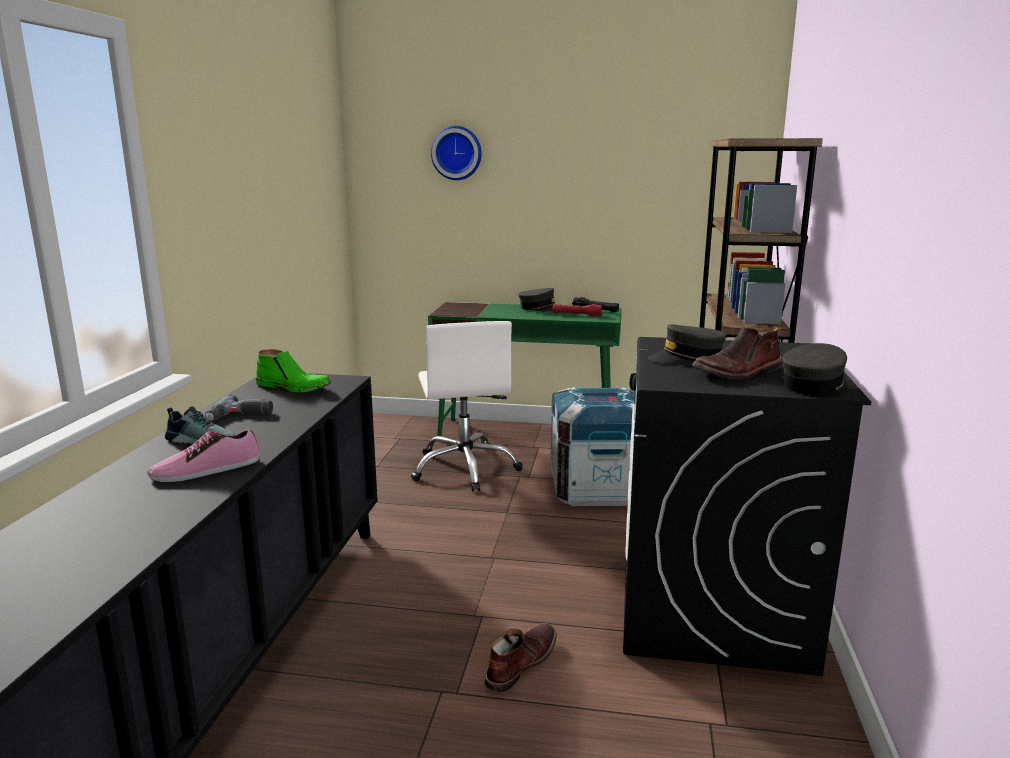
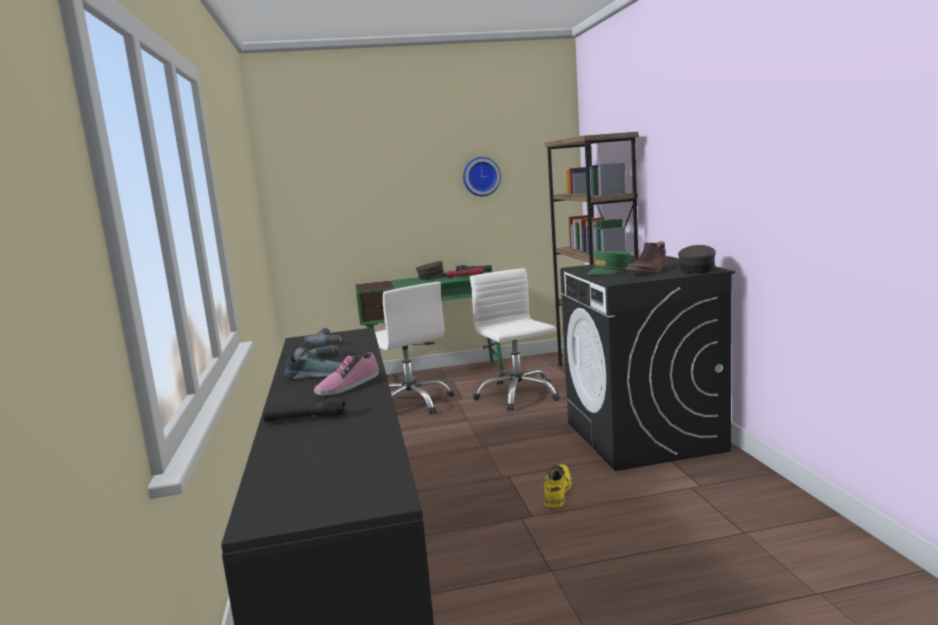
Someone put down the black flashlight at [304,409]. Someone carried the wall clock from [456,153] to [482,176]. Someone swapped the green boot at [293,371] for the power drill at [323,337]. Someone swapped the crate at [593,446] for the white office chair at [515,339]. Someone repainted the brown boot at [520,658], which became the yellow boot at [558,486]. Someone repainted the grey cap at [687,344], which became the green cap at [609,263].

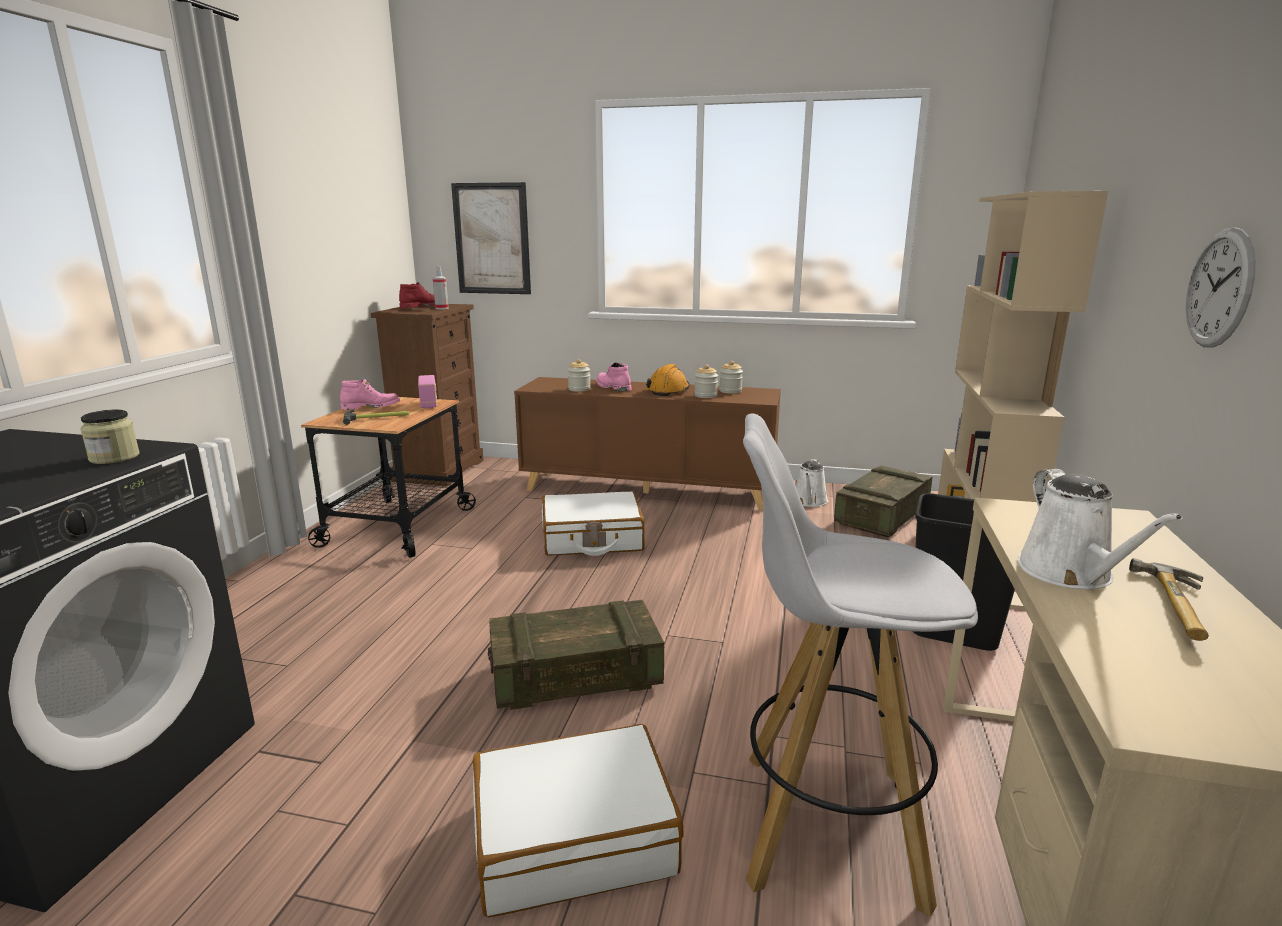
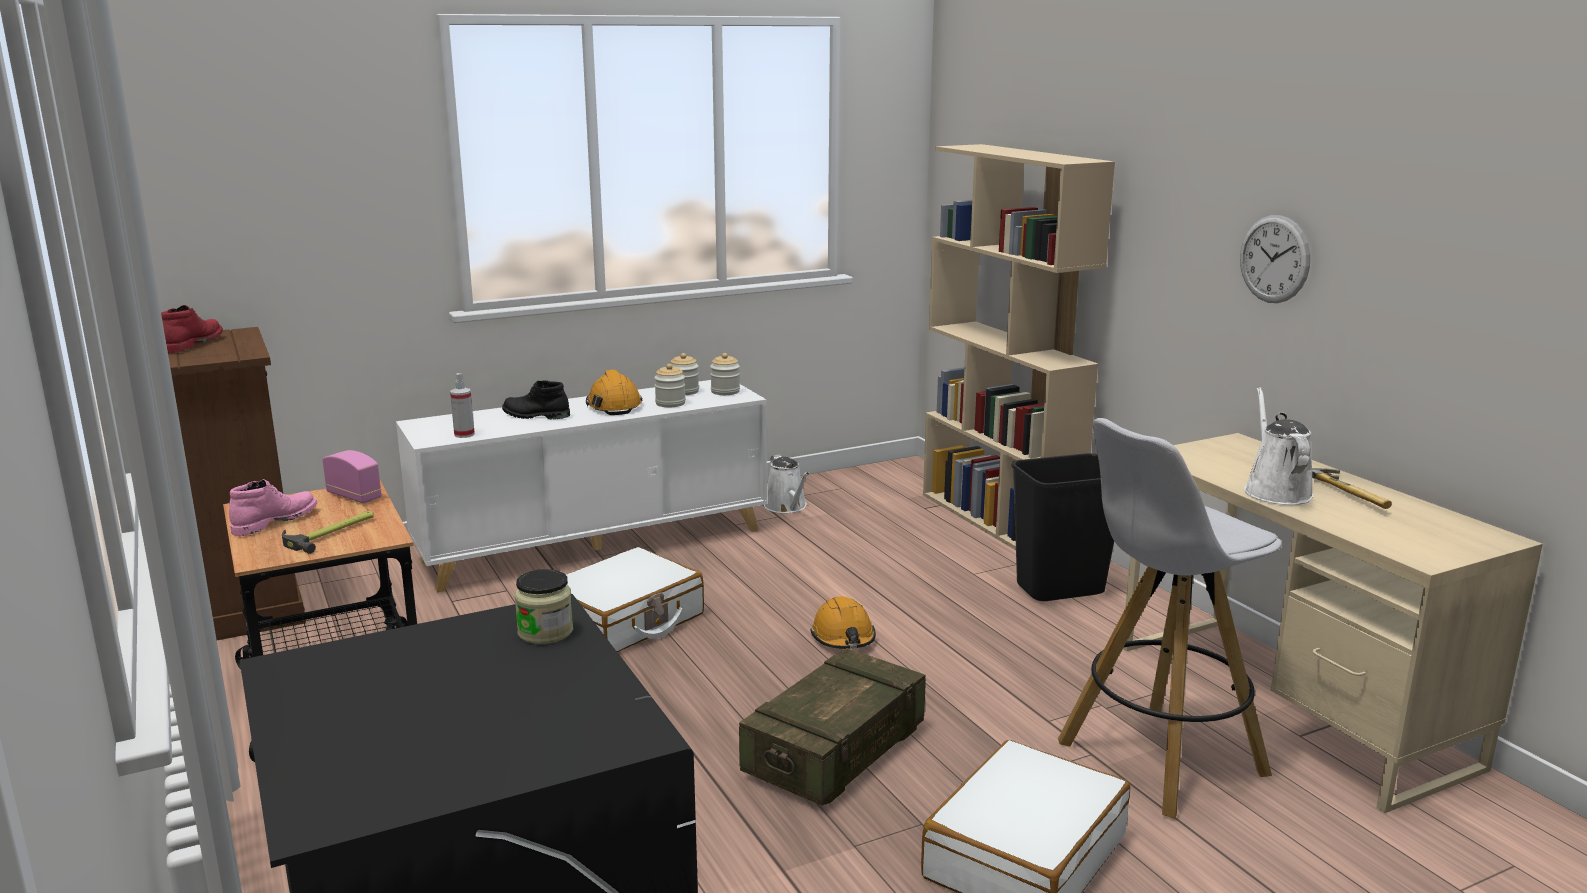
Someone took away the picture at [491,238]. Someone took away the crate at [883,501]. Someone put down the orange hard hat at [843,622]. Someone carried the spray bottle from [441,287] to [462,405]. Someone carried the jar from [579,375] to [725,374]. Someone repainted the brown cabinet at [647,444], which became the white cabinet at [581,486]. Someone repainted the pink boot at [614,376], which became the black boot at [536,399]. Someone rotated the white watering can at [1100,529] by 135 degrees counterclockwise.

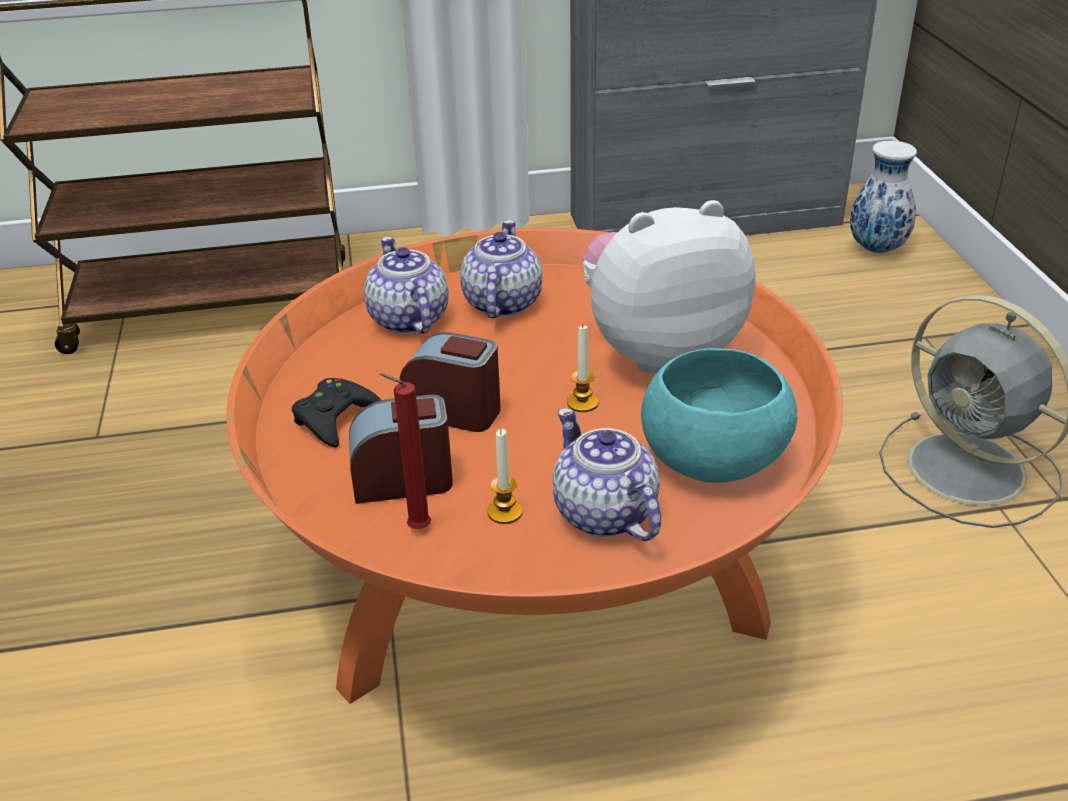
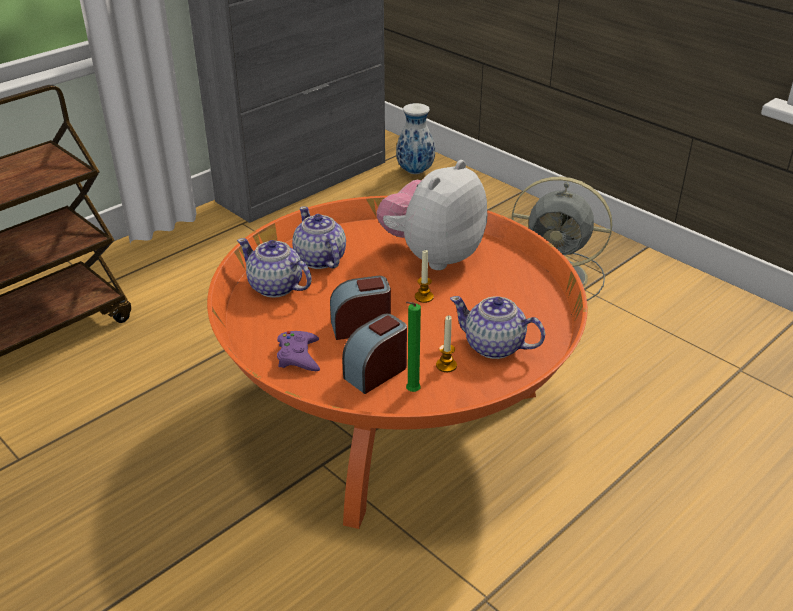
Someone took away the turquoise bowl at [719,415]. Someone repainted the black game controller at [336,412], which became the purple game controller at [298,351]. Someone repainted the red candle at [405,451], which became the green candle at [413,347].

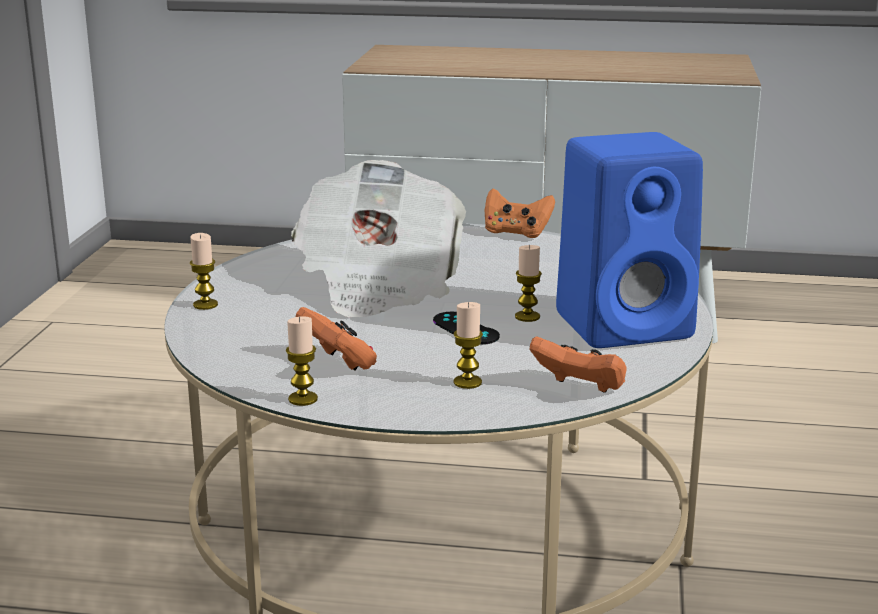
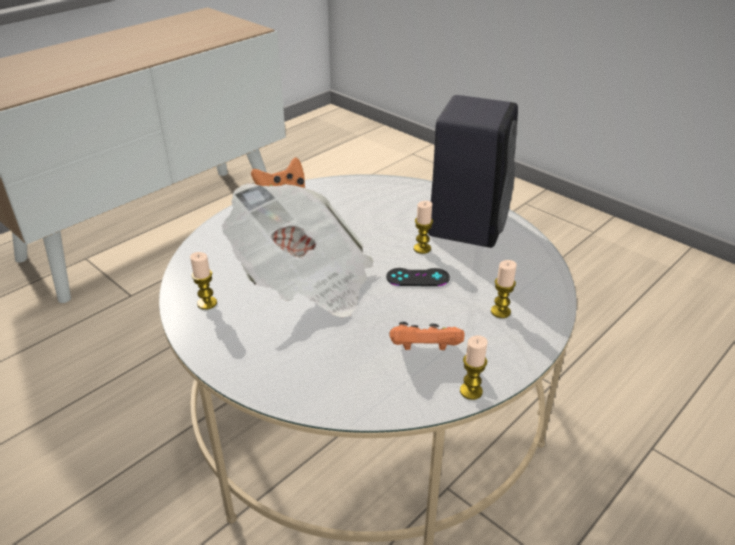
Someone took away the orange game controller at [577,364]. Someone carried the candle from [204,271] to [203,281]. Someone repainted the blue speaker at [629,240], which became the black speaker at [473,171].

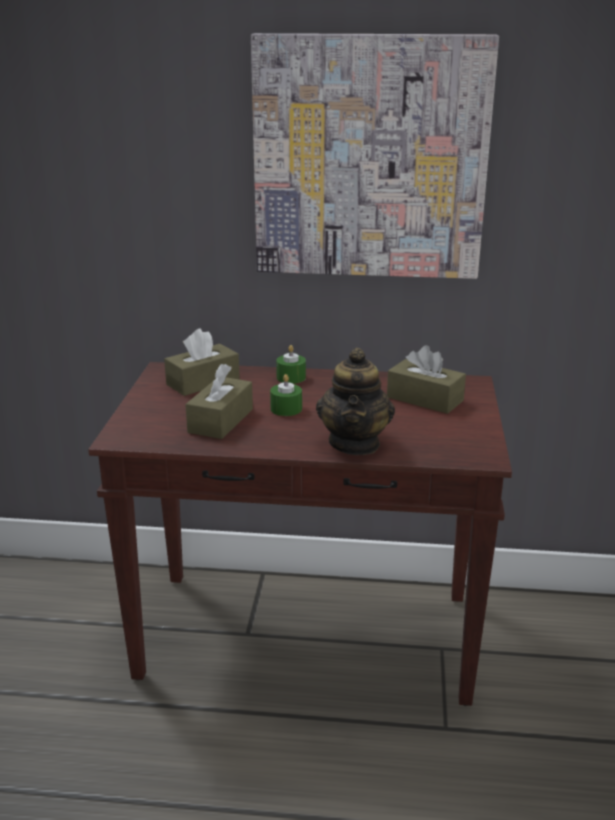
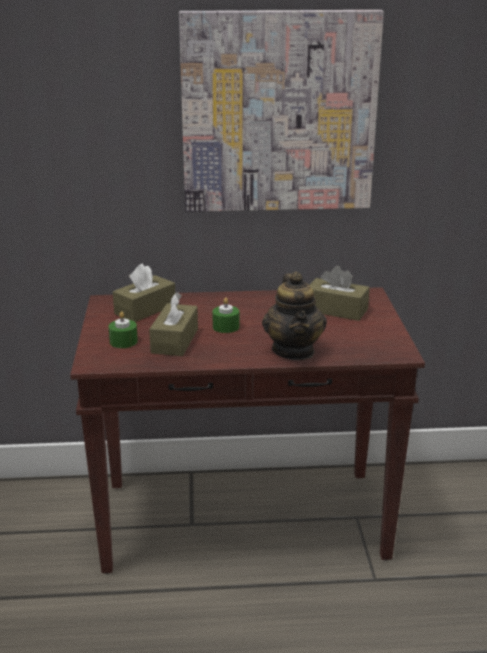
Someone carried the green candle from [291,364] to [123,329].

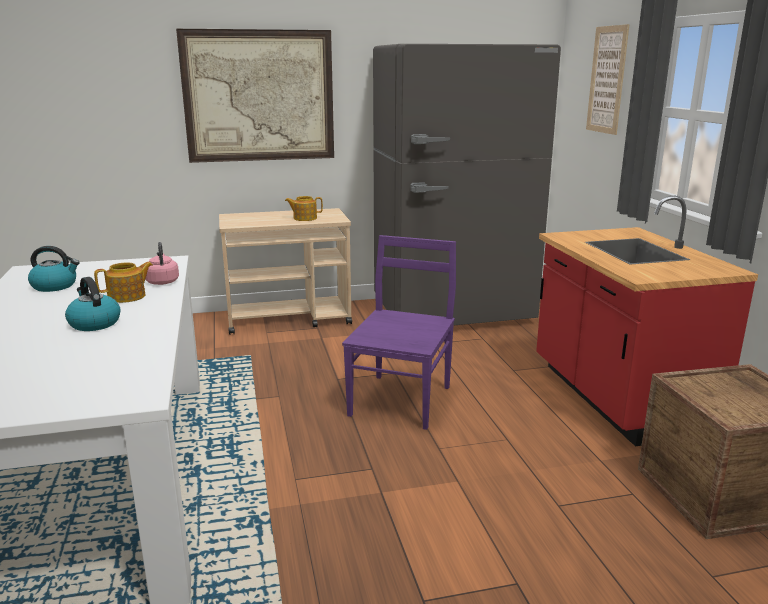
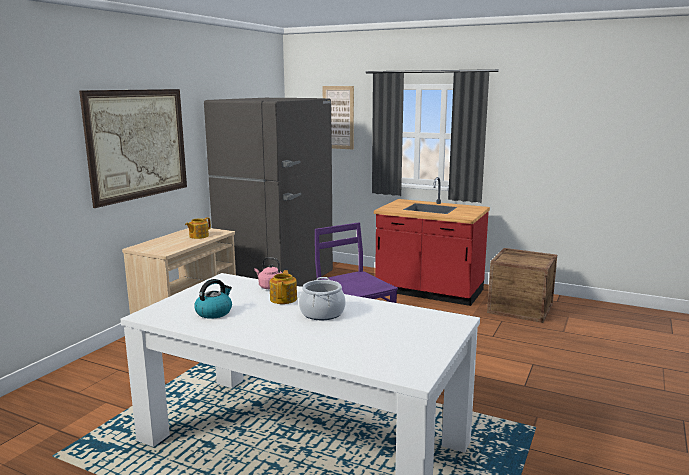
Someone swapped the kettle at [93,304] for the cooking pot at [322,298].

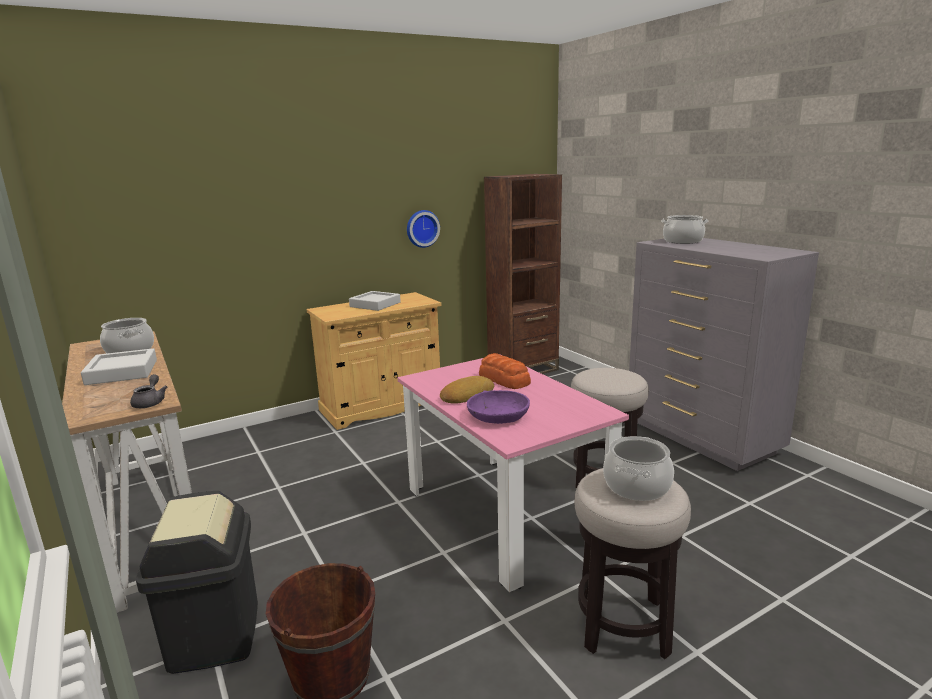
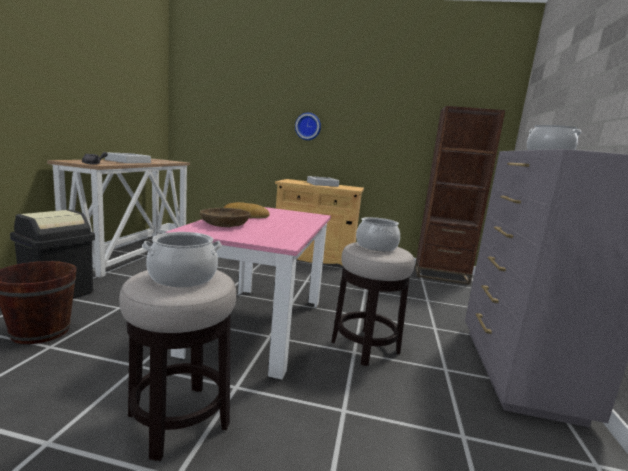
Someone took away the bread at [505,371]. Someone carried the cooking pot from [127,335] to [378,234]. Someone carried the wall clock from [423,229] to [308,126]. Someone repainted the purple bowl at [498,407], which became the brown bowl at [225,217].

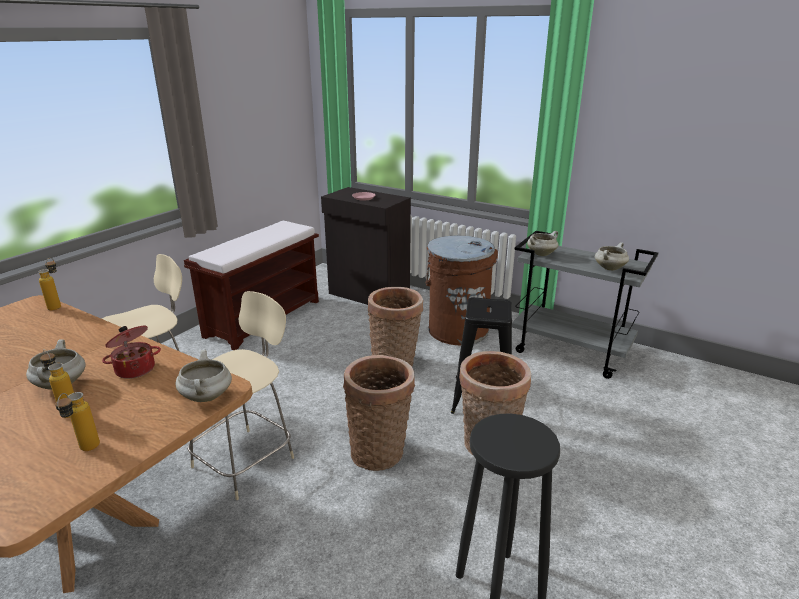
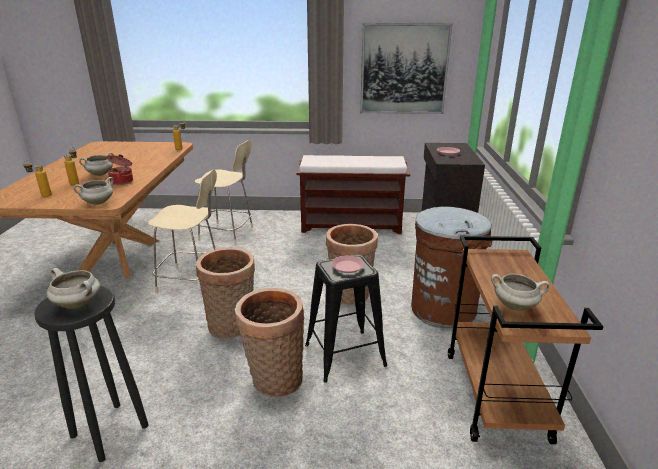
Someone put down the pink plate at [347,264]. Someone put up the picture at [406,68]. Someone carried the white cooking pot from [543,243] to [73,288]. Someone repainted the grey cart at [585,305], which became the brown cart at [526,340].

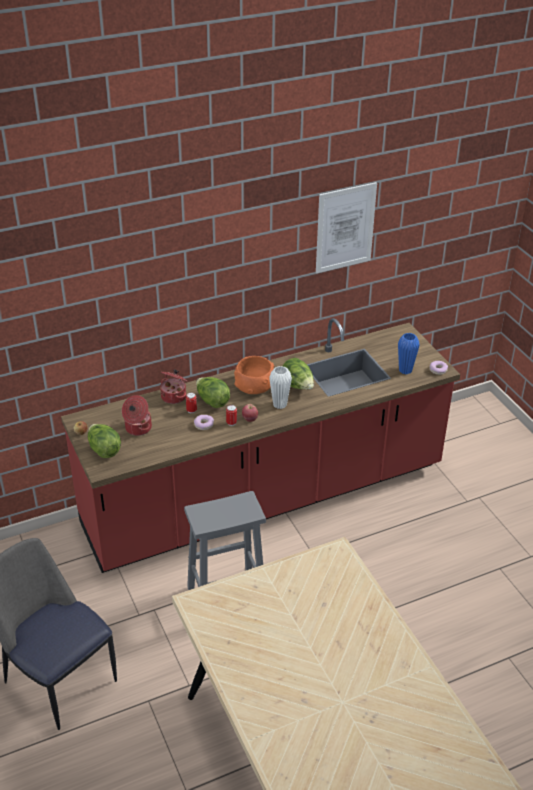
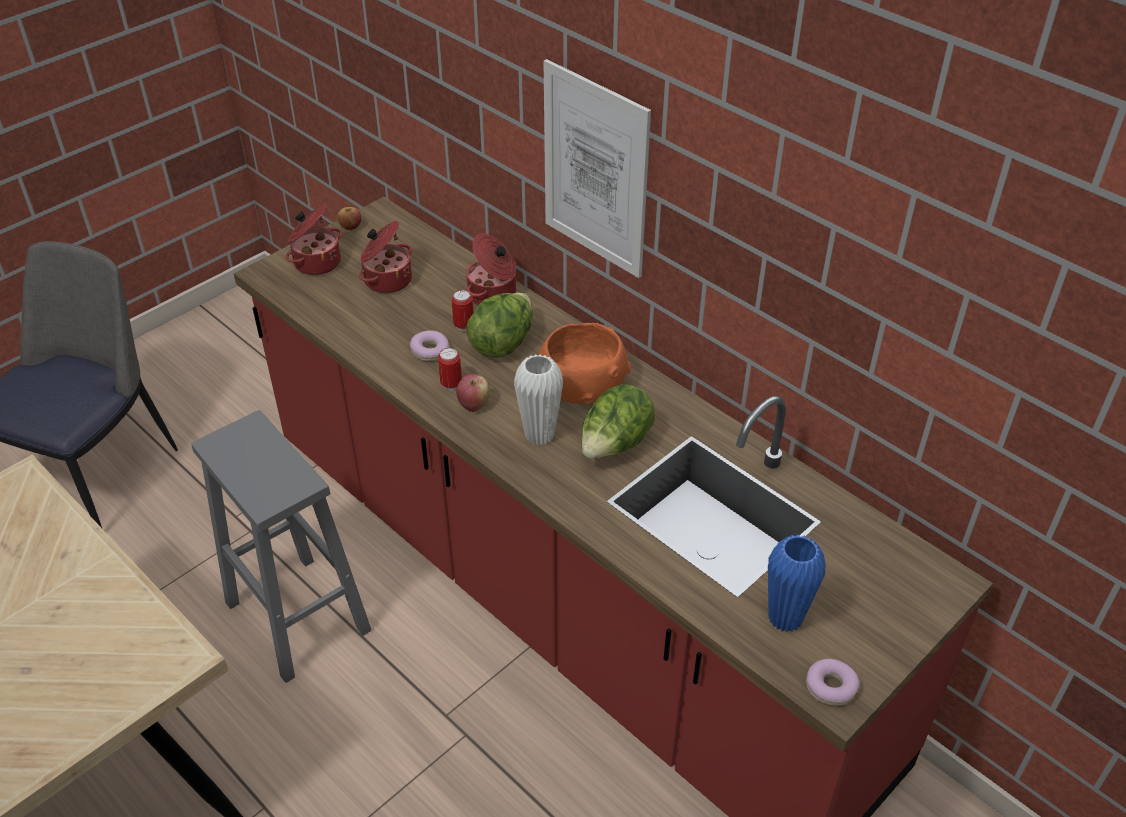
Someone carried the picture from [346,227] to [597,168]. Someone swapped the lettuce at [104,441] for the cooking pot at [314,239].

